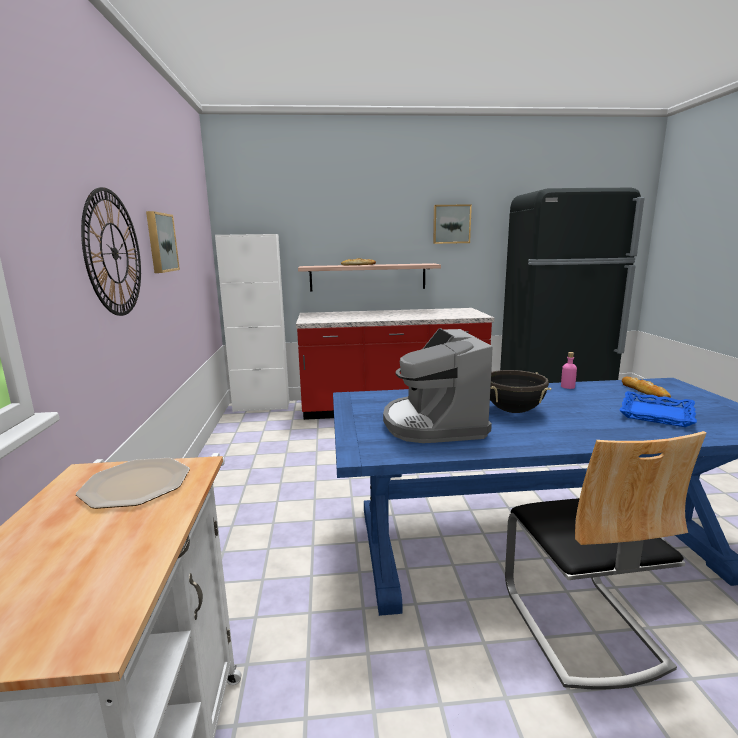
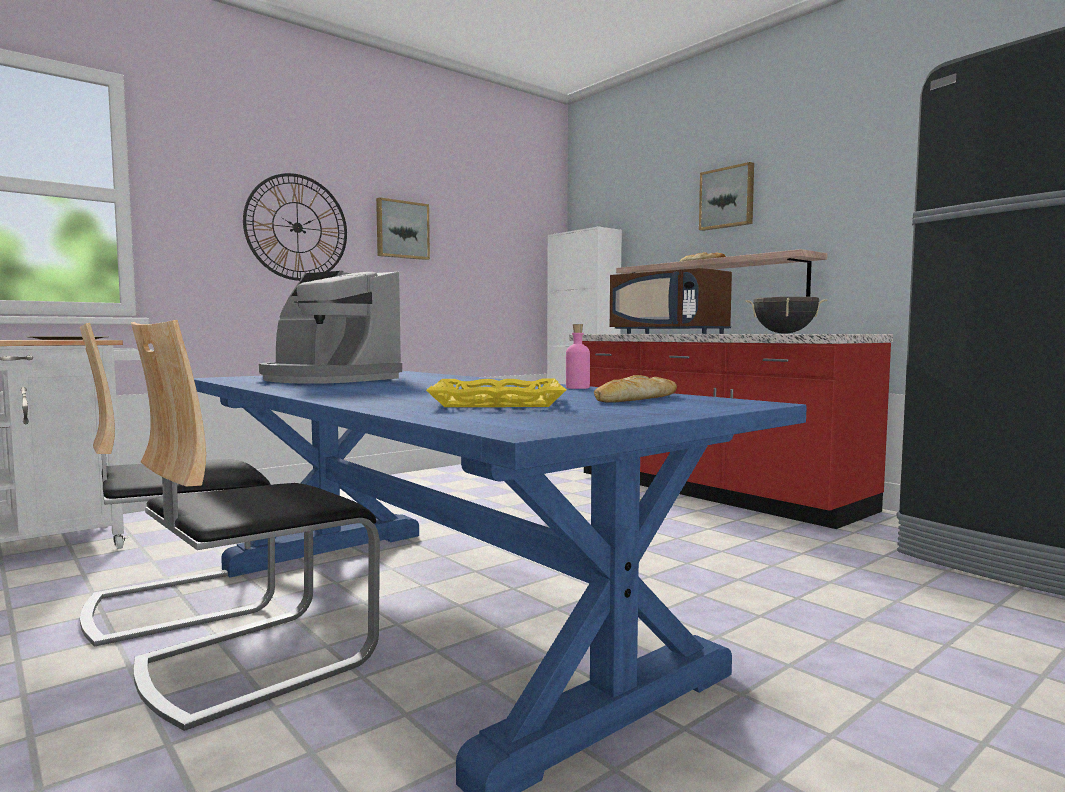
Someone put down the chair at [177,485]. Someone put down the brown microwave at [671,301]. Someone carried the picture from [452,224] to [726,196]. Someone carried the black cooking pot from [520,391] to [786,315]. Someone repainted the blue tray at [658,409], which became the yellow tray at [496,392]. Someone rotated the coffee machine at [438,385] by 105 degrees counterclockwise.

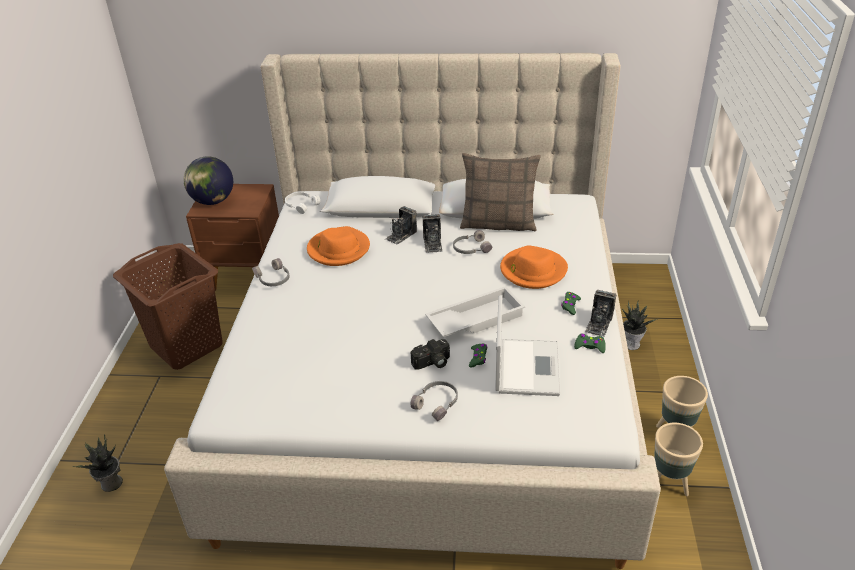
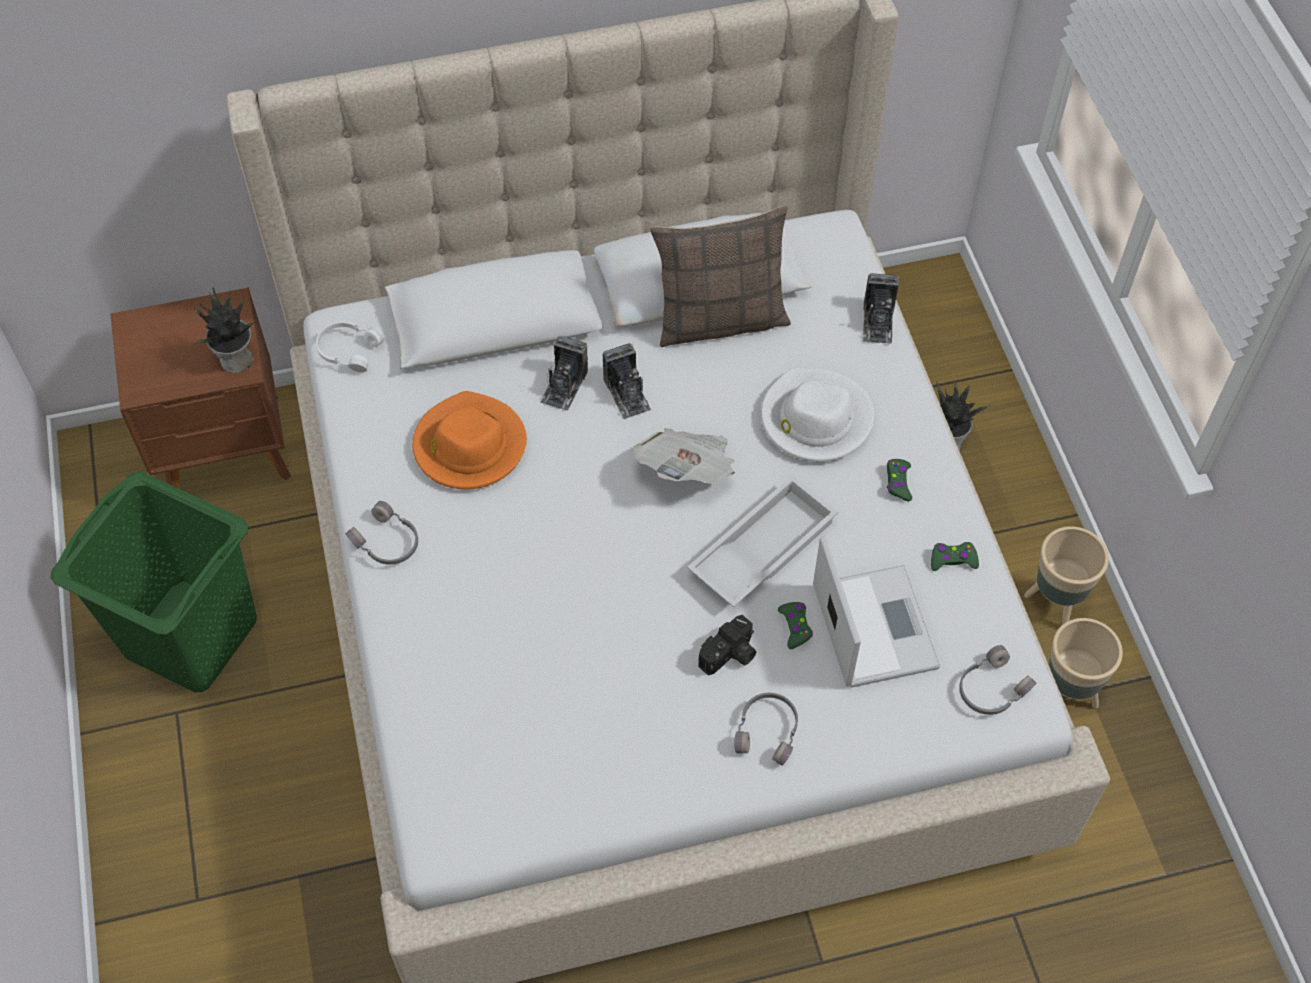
Someone took away the globe at [208,180]. Someone put down the newspaper at [684,455]. Someone carried the potted plant from [98,463] to [224,330]. Someone carried the grey headphones from [472,242] to [998,680]. Someone carried the photo camera from [601,313] to [881,308]. Someone repainted the brown laundry basket at [167,306], which became the green laundry basket at [153,582]. Someone repainted the orange hat at [534,267], which became the white hat at [817,415].

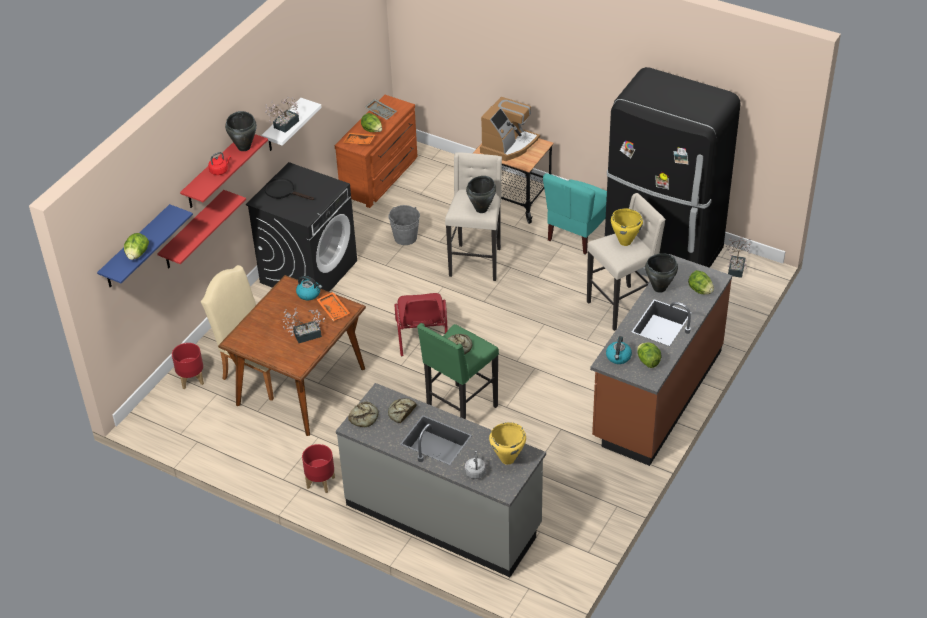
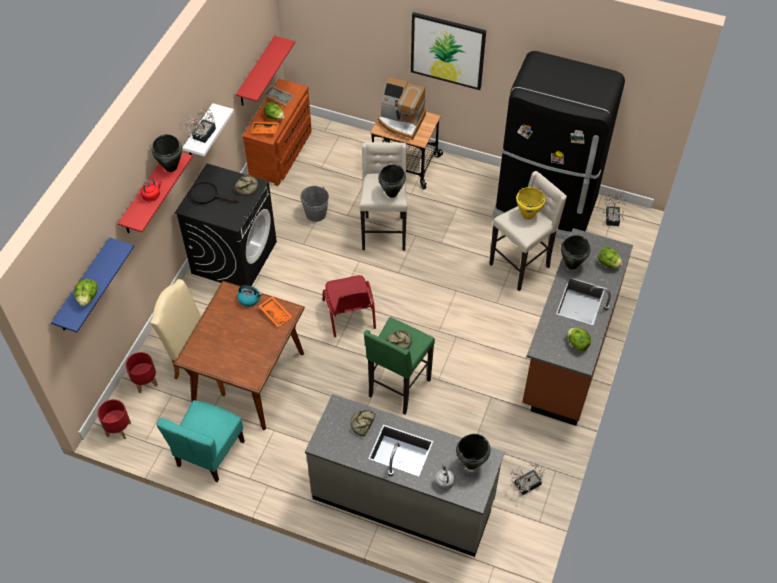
Someone took away the kettle at [619,350]. Someone put up the picture at [448,51]. Someone carried the red shelf from [201,229] to [265,71]. Someone carried the potted plant from [304,325] to [527,478]. Someone carried the red planter from [318,468] to [114,419]. Someone carried the bread from [363,414] to [246,185]. Someone carried the turquoise chair from [575,214] to [200,441]. Someone repainted the yellow cooking pot at [507,443], which became the black cooking pot at [473,452]. Someone rotated the coffee machine at [510,129] by 90 degrees clockwise.

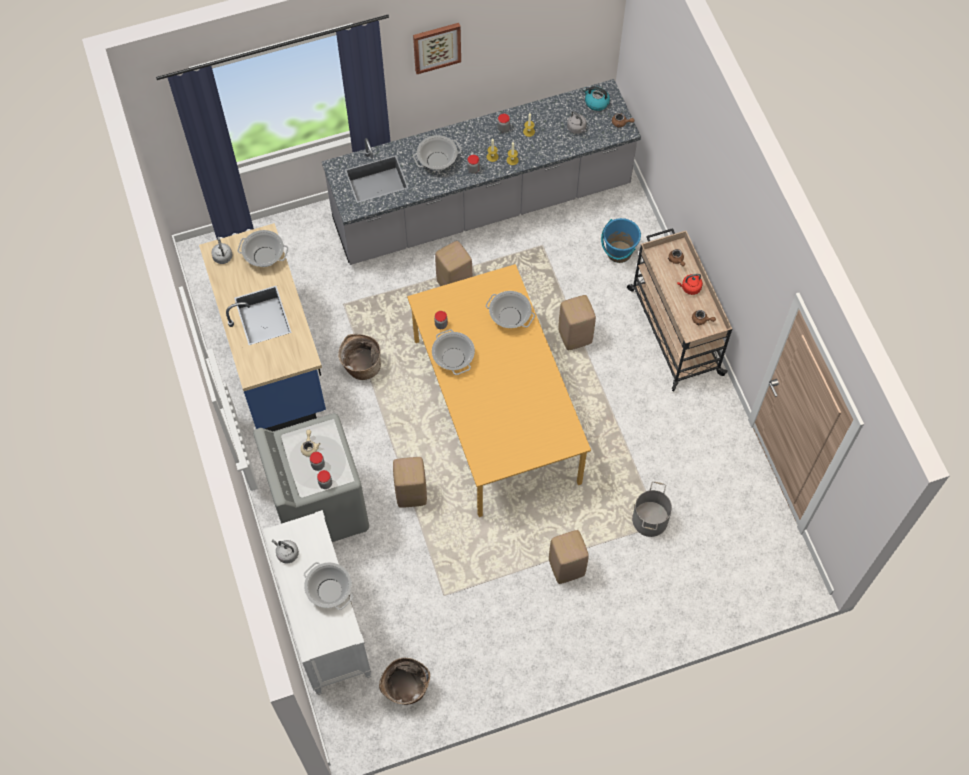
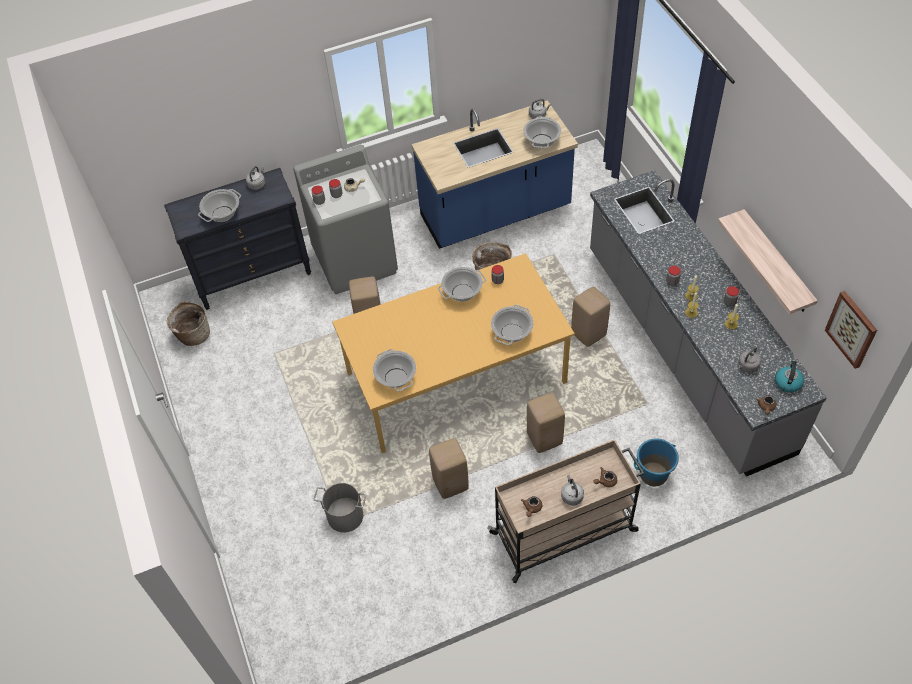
Someone put up the shelf at [768,262]. Someone carried the picture from [437,48] to [851,330]. Someone carried the cooking pot from [437,153] to [394,370]. Someone carried the beige stool from [569,557] to [449,468]. Someone repainted the white dresser at [317,602], which became the black dresser at [237,239]. Someone repainted the red kettle at [690,284], which became the grey kettle at [572,490].

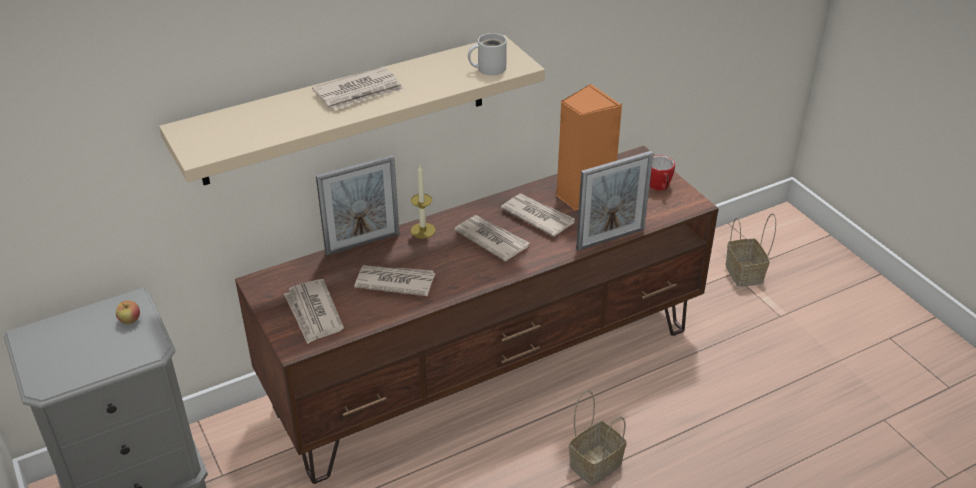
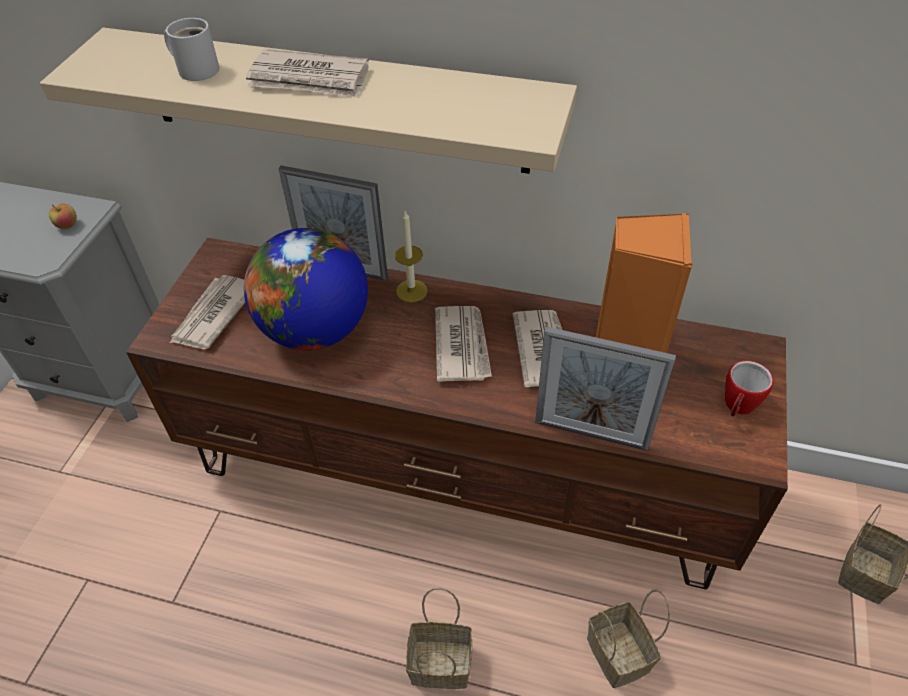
Someone put down the basket at [628,638]. Someone carried the white mug from [487,54] to [191,49]. Someone swapped the newspaper at [394,280] for the globe at [306,289].

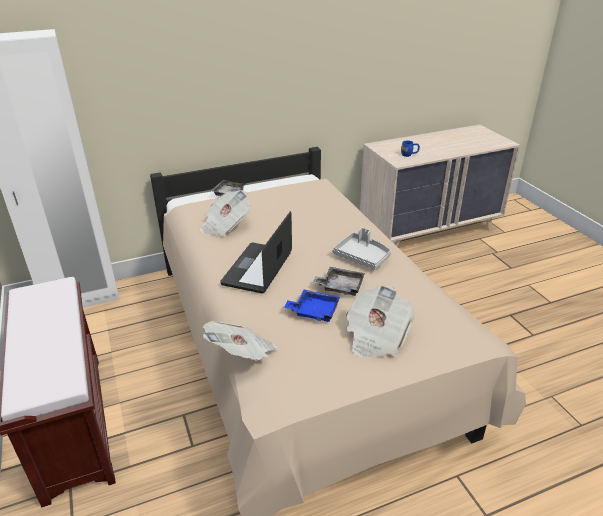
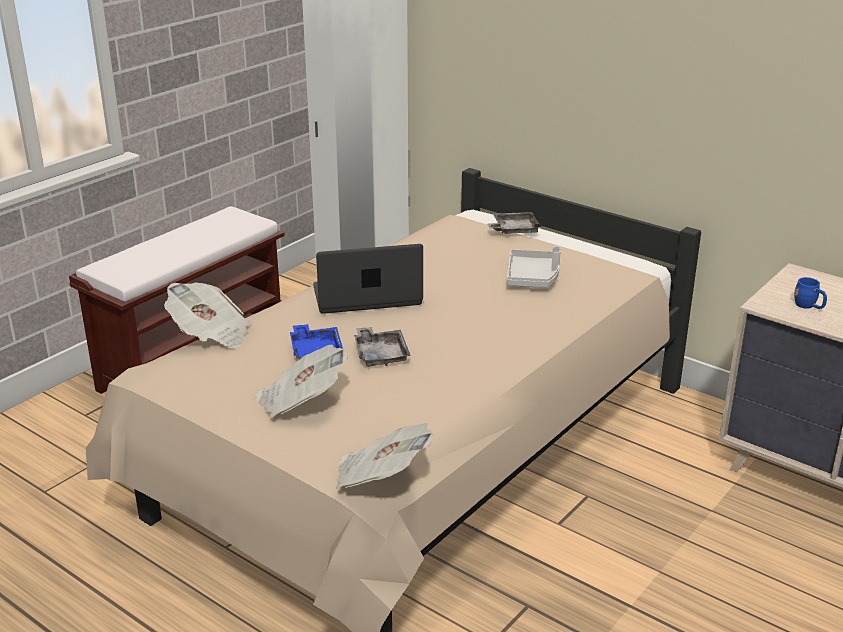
Someone carried the newspaper from [225,213] to [384,456]. Someone carried the grey tray from [361,248] to [534,267].

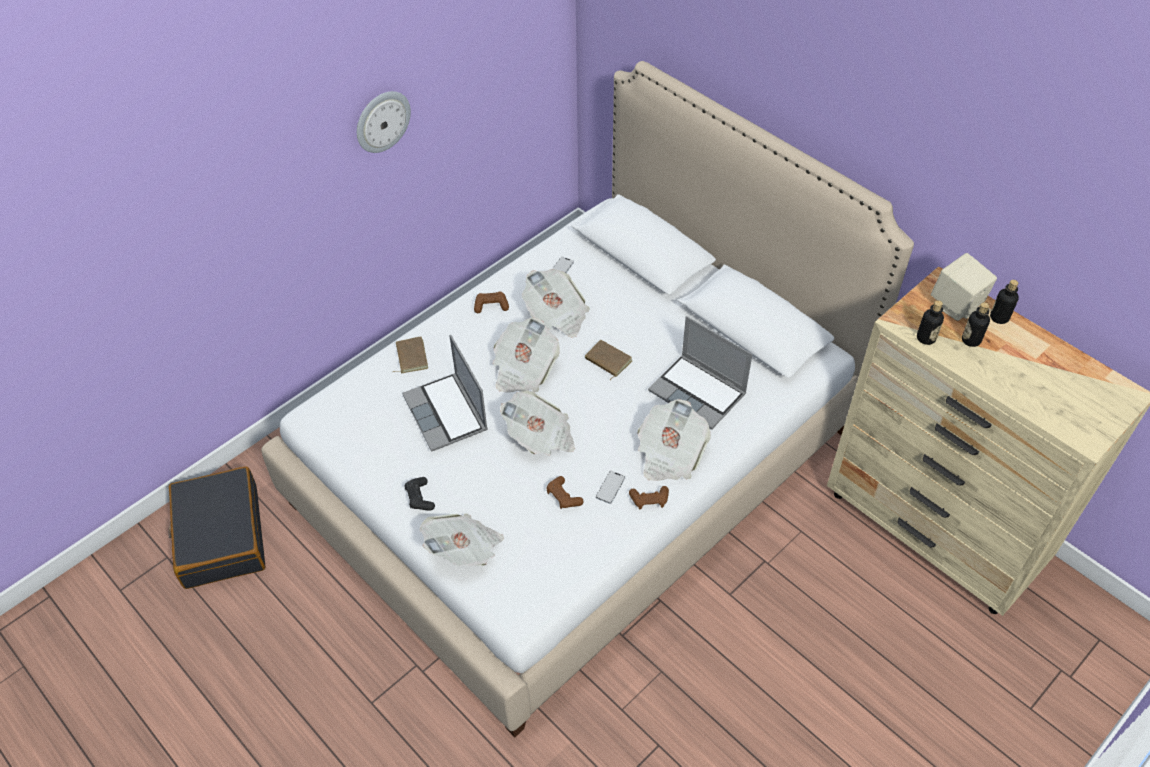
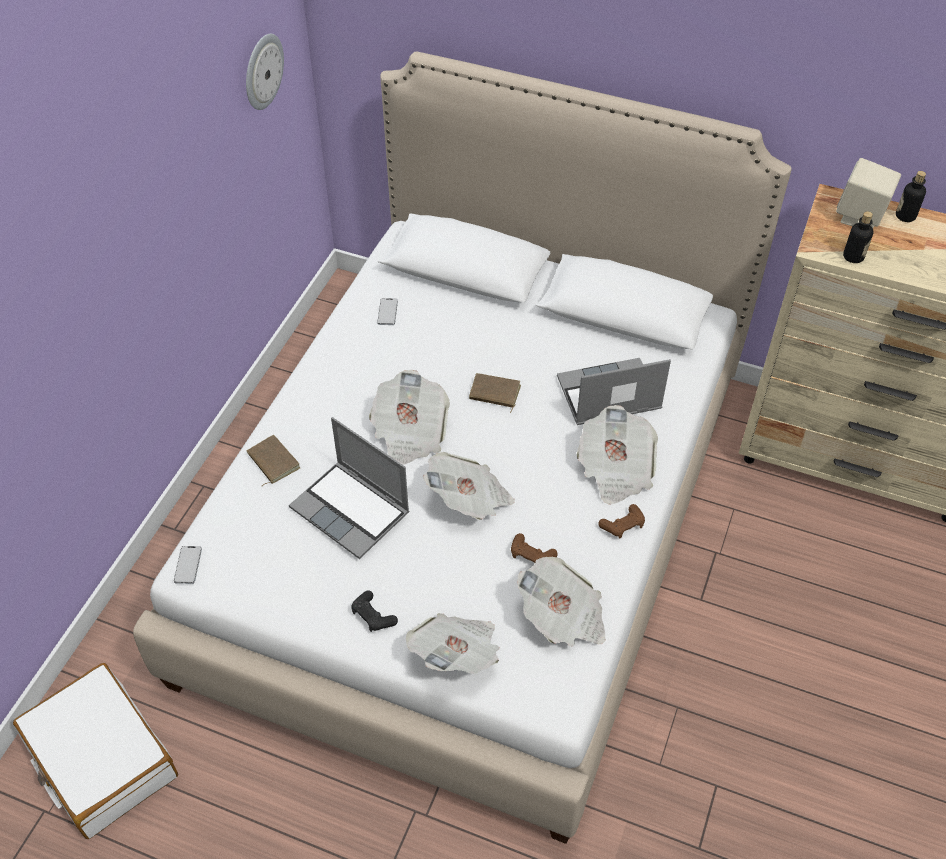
Someone took away the brown game controller at [491,302]. Someone took away the bottle at [976,324]. Someone carried the wall clock from [384,122] to [265,72]. Someone carried the newspaper from [556,303] to [561,602]. Someone carried the phone from [610,487] to [188,565]. Someone repainted the black suitcase at [217,527], which became the white suitcase at [95,751]. Someone rotated the laptop at [700,373] by 150 degrees clockwise.

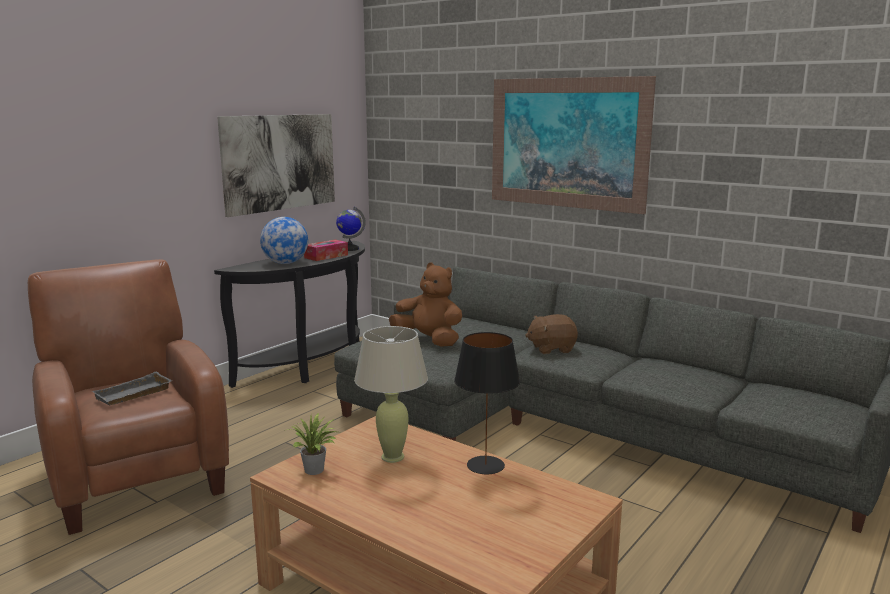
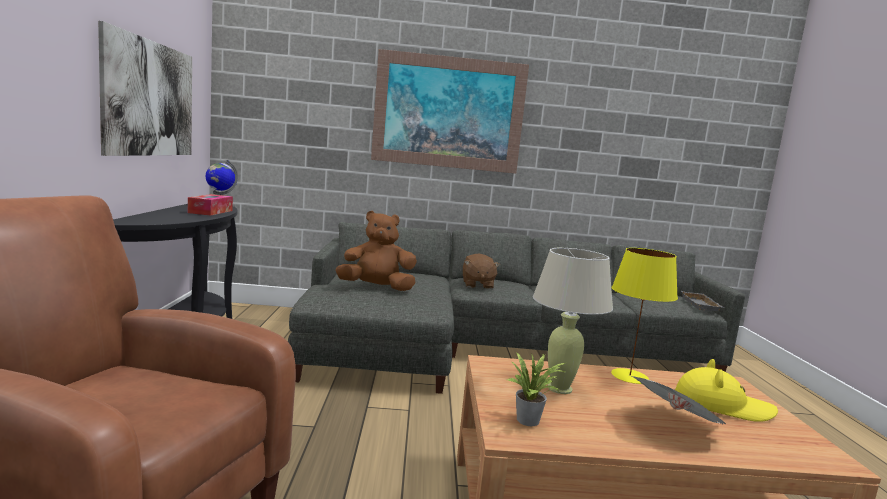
Someone took away the globe at [284,240]. Someone put down the newspaper at [678,400]. Someone put down the yellow hat at [726,390]. Someone carried the grey tray from [132,388] to [702,301]. Someone repainted the black table lamp at [487,403], which became the yellow table lamp at [644,316]. Someone rotated the brown plush toy at [551,334] by 45 degrees counterclockwise.

